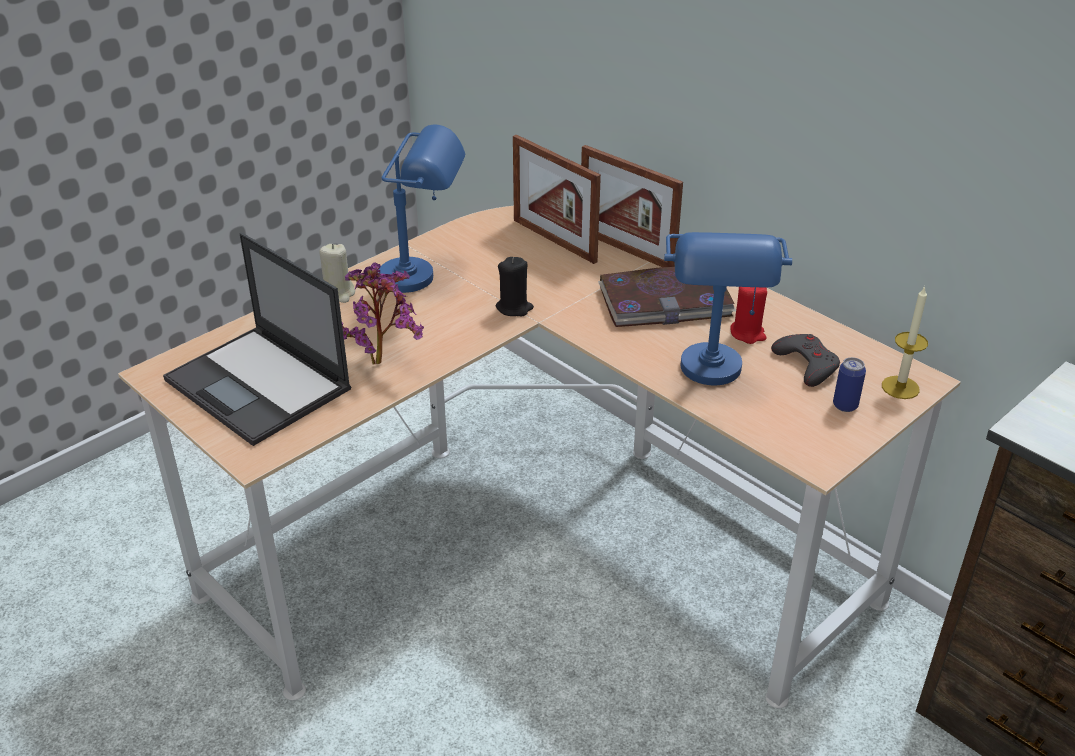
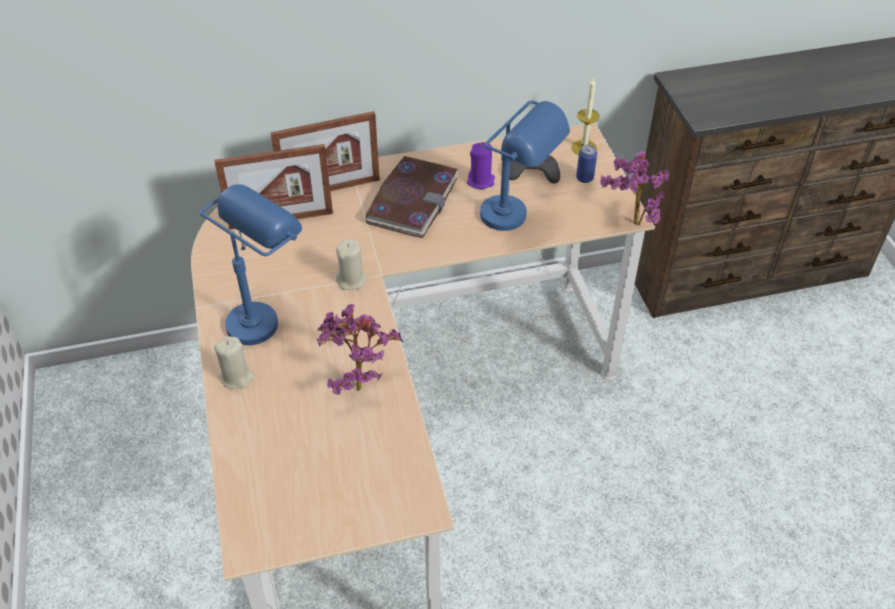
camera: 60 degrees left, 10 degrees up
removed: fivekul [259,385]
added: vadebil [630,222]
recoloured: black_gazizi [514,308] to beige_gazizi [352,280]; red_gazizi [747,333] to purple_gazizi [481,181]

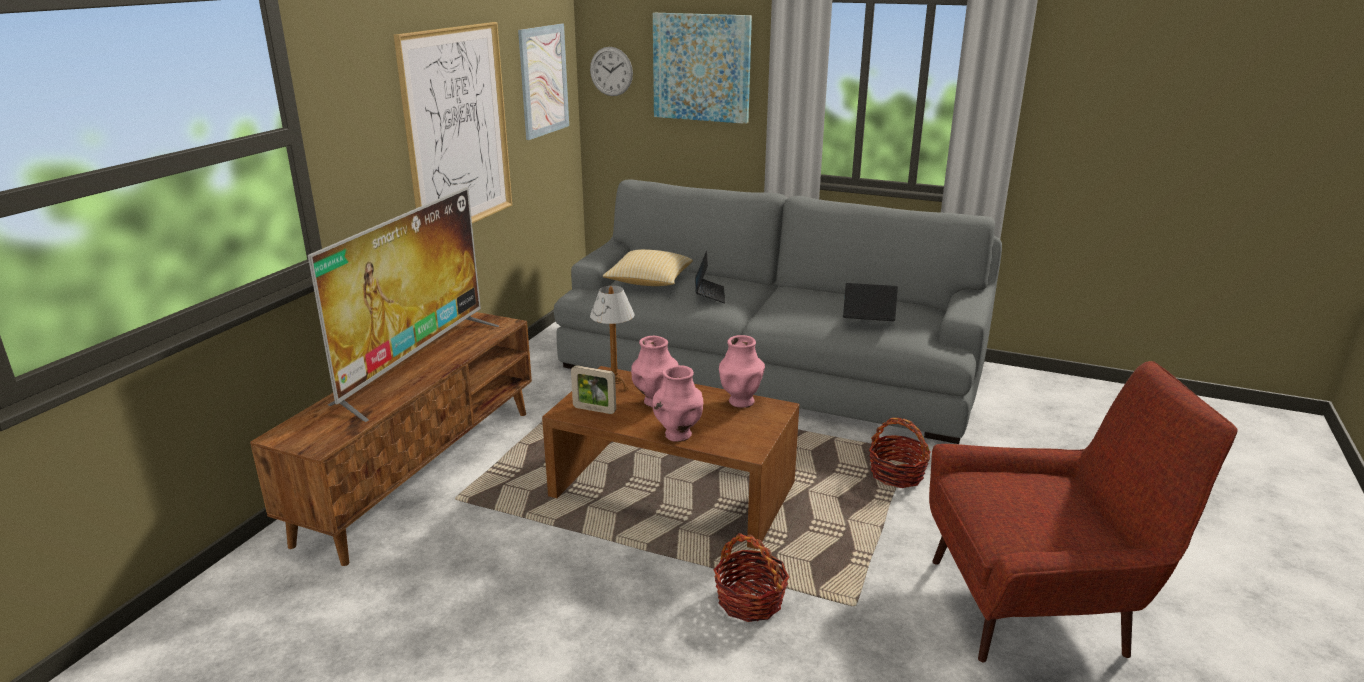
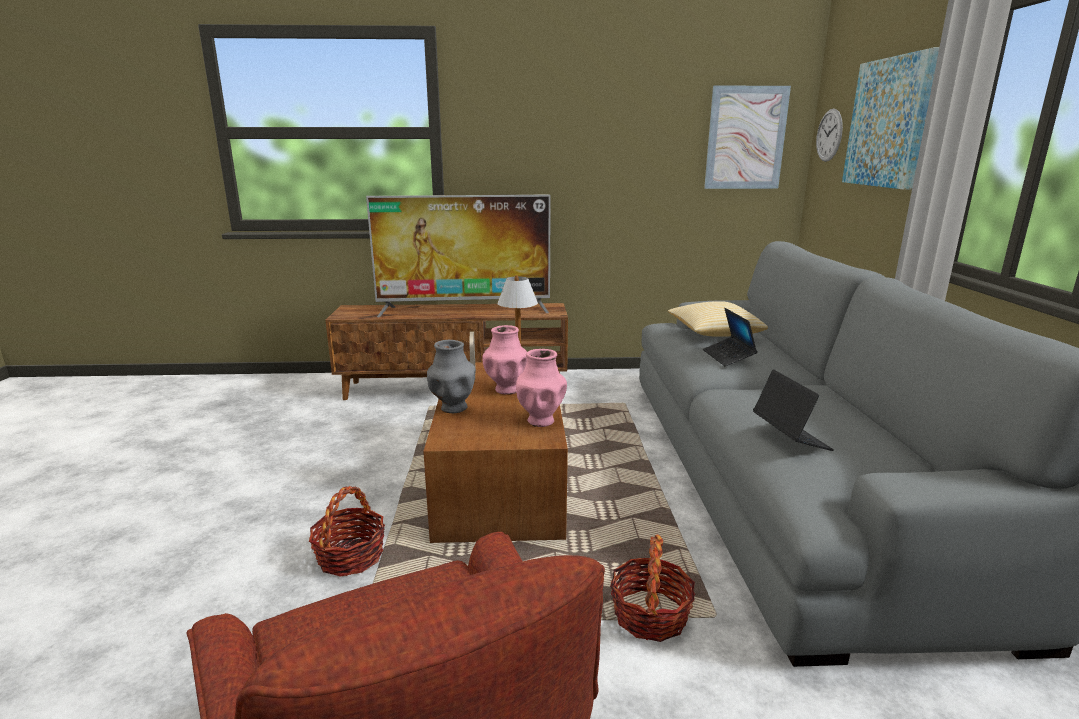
camera: 65 degrees right, 5 degrees down
removed: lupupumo [457,129]
recoloured: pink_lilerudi [678,435] to grey_lilerudi [453,408]
turned: fivekul [709,294] = [728,357] 105 degrees clockwise

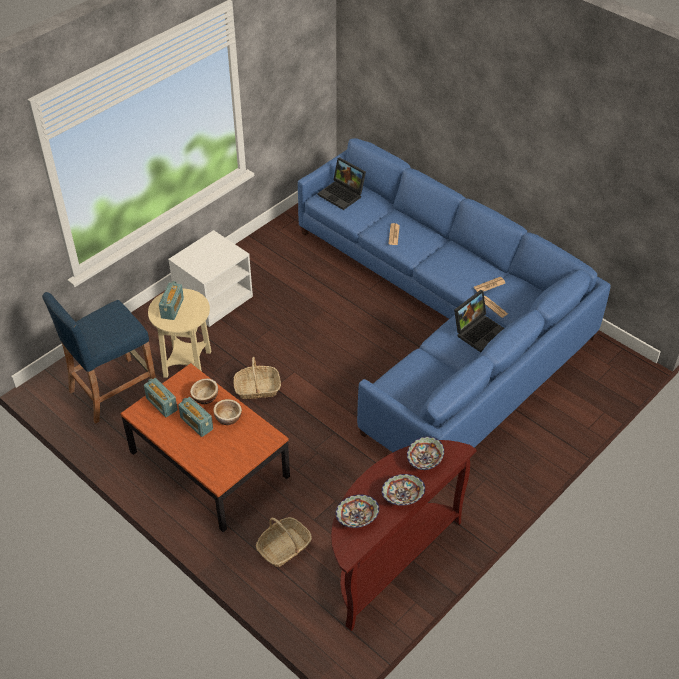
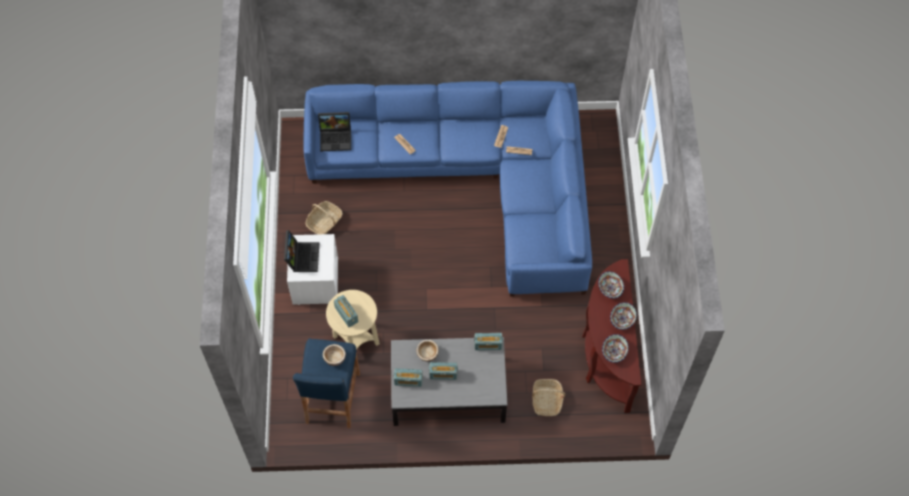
camera: 45 degrees left, 15 degrees up
added: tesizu [488,345]
moved: fivekul [478,330] to [302,256]; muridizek [257,388] to [324,222]; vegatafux [228,418] to [334,358]
recoloured: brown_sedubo [209,464] to grey_sedubo [448,390]

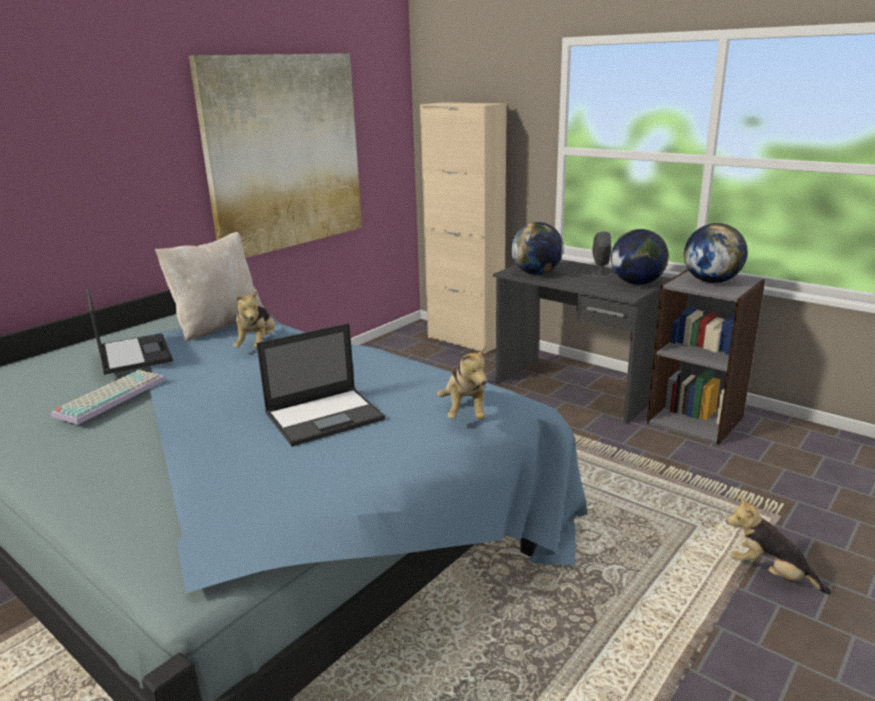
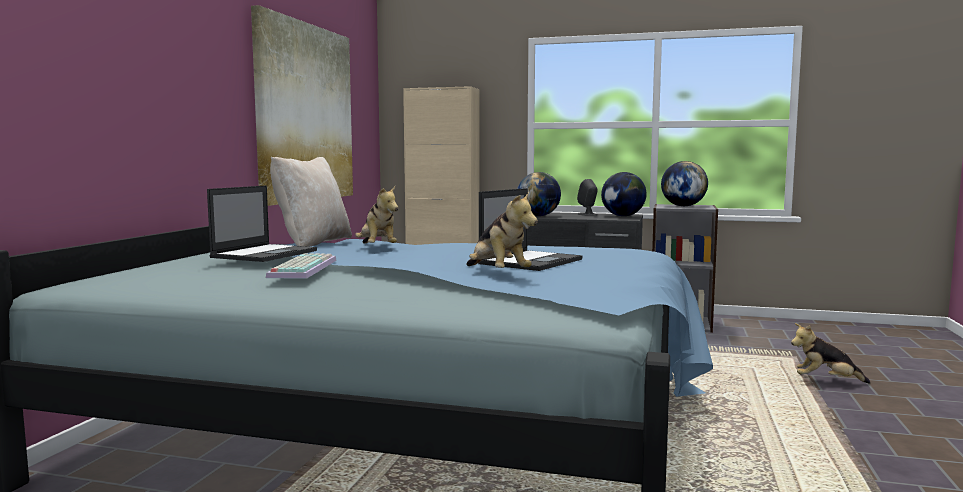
camera: 25 degrees left, 15 degrees down
moved: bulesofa [465,412] to [498,273]
turned: fivekul [134,354] = [265,254] 75 degrees clockwise

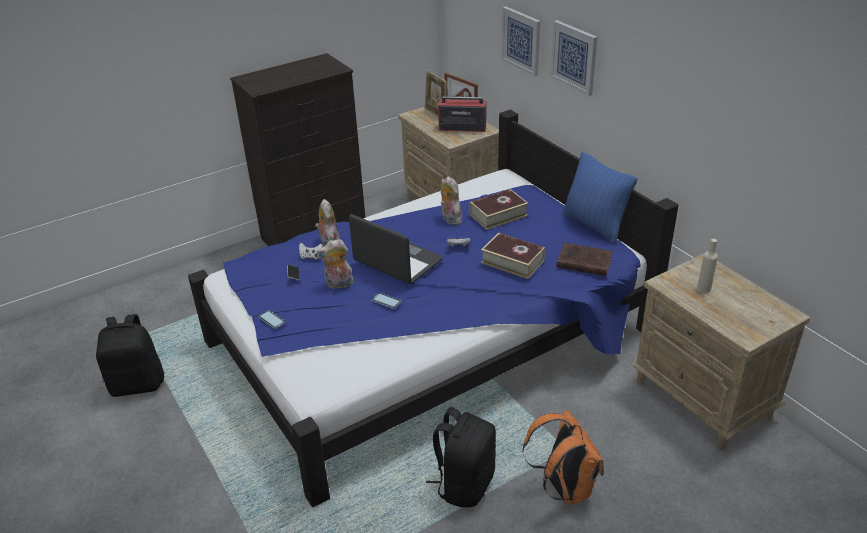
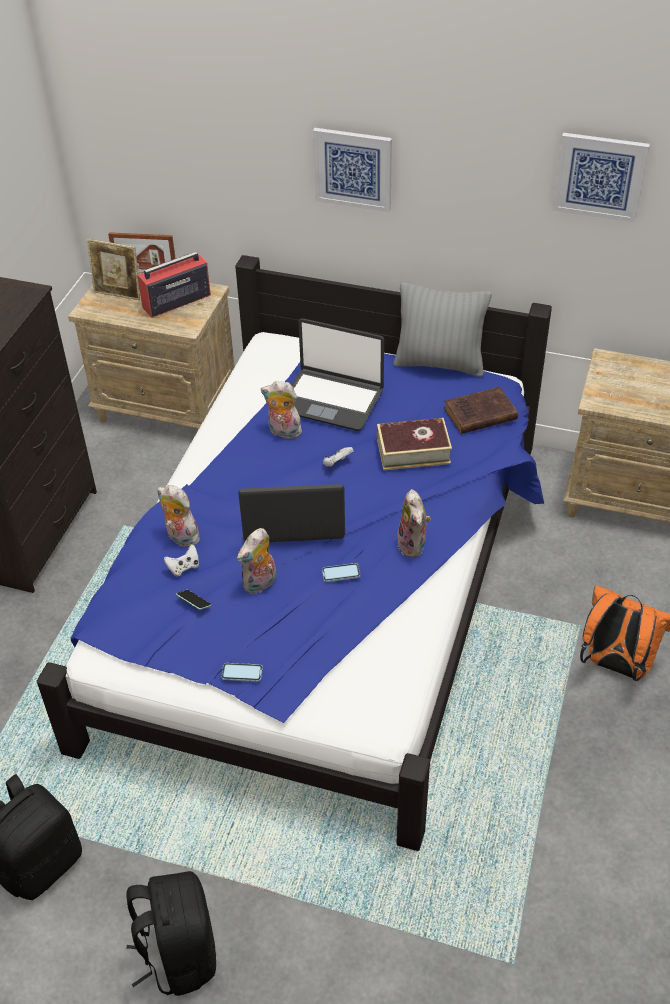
camera: 40 degrees left, 10 degrees up
removed: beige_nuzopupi [704,288]
added: bulesofa [414,545]
moved: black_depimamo [464,484] to [179,954]; lupupumo [521,40] to [600,176]
replaced: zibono [498,215] to fivekul [331,400]
recoloured: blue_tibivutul [594,225] to grey_tibivutul [439,363]

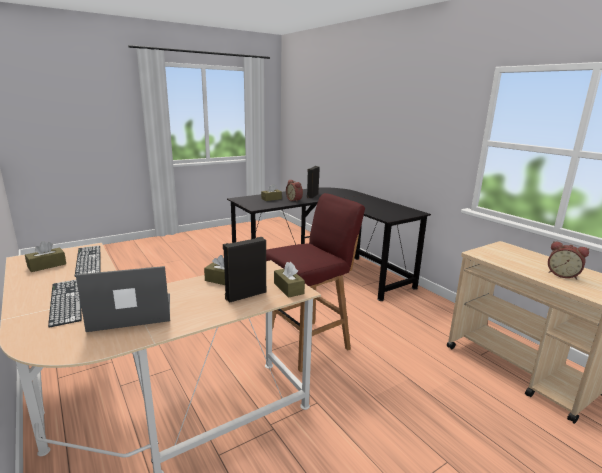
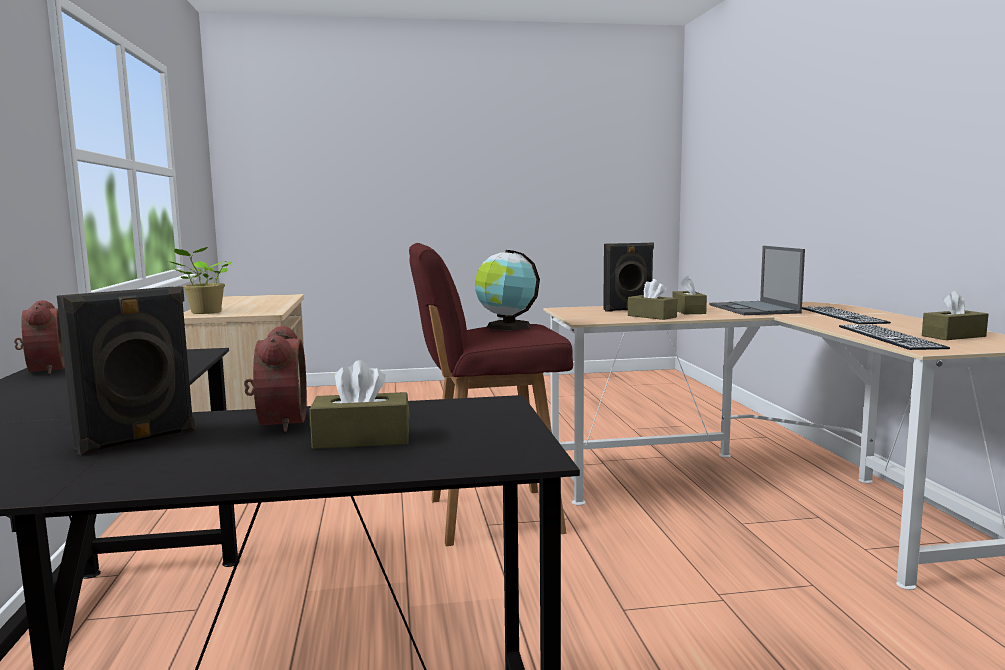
camera: 155 degrees left, 10 degrees down
added: vadebil [204,312]; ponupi [506,327]
moved: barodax [562,274] to [42,370]; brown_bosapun [288,288] to [688,311]
turned: fivekul [130,312] = [754,309] 75 degrees clockwise

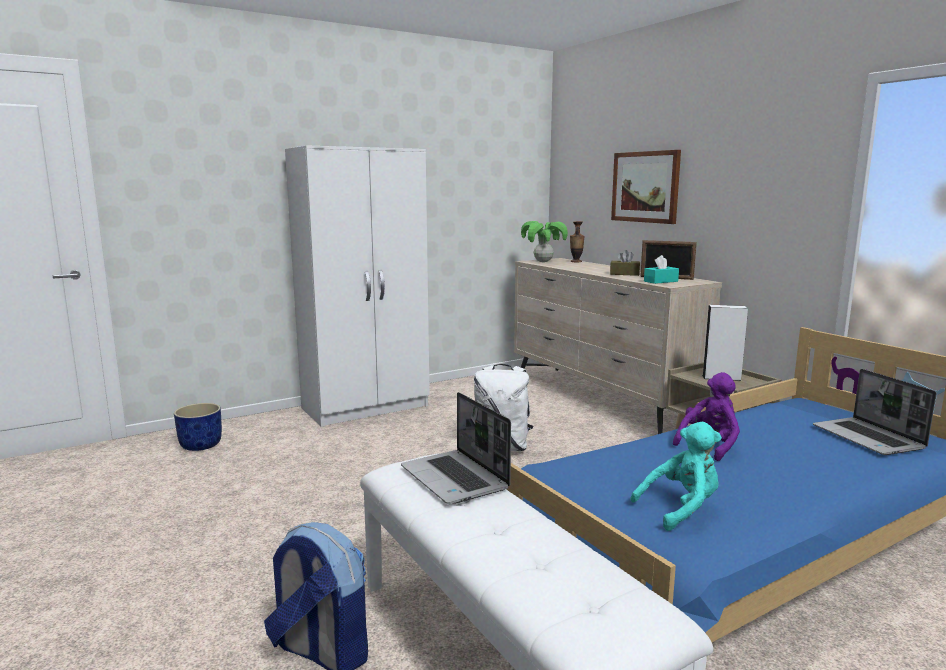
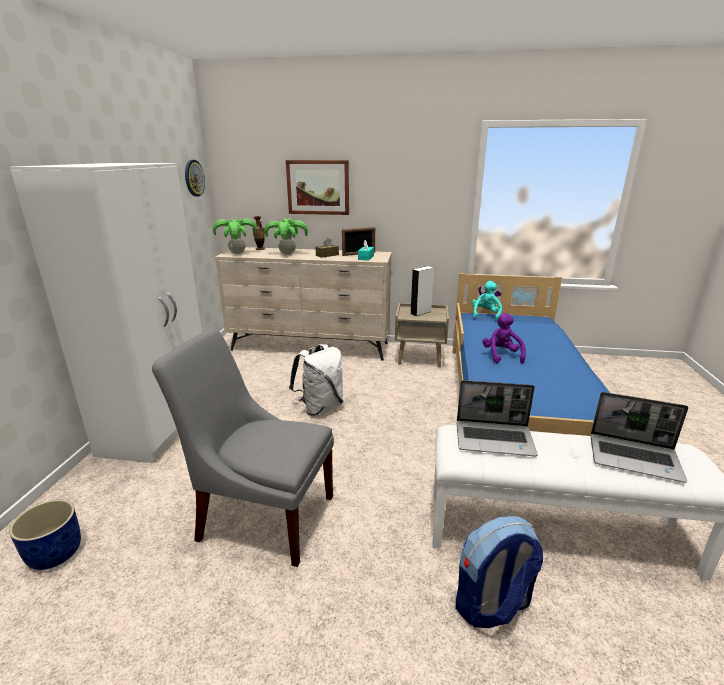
camera: 50 degrees left, 10 degrees up
added: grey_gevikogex [262,514]; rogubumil [194,178]; vadebil [287,254]
moved: turquoise_bulesofa [681,509] to [485,315]; fivekul [869,438] to [635,458]

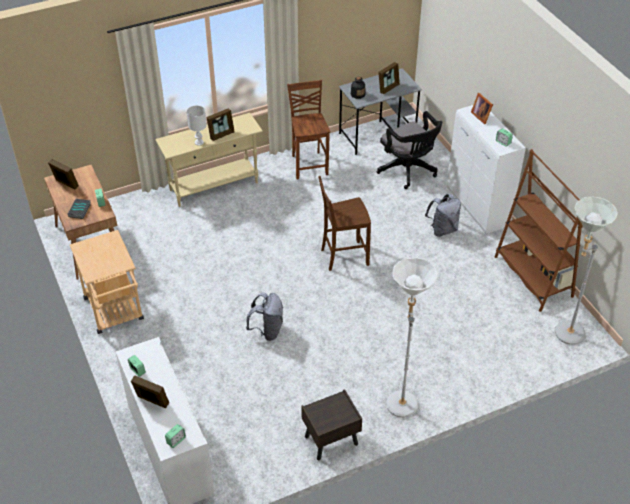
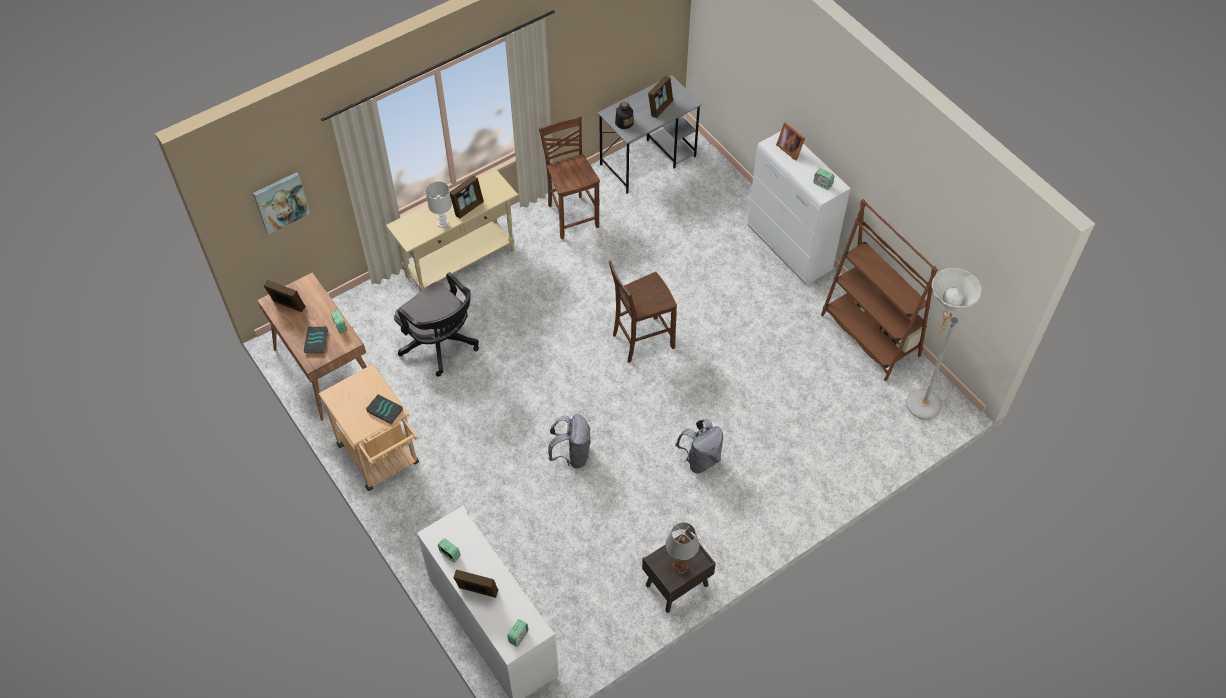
camera: 10 degrees left, 10 degrees up
removed: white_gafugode [401,398]
added: lupupumo [281,202]; zibono [384,411]; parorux [680,567]
moved: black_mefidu [408,171] to [441,345]; grey_depimamo [442,229] to [700,459]

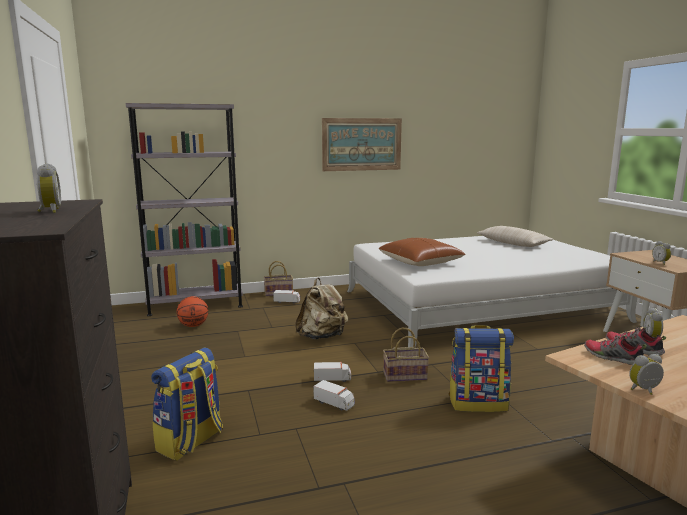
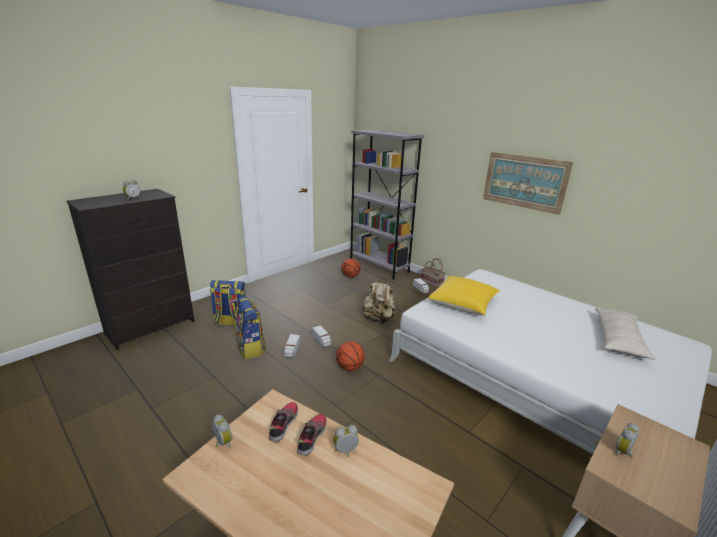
camera: 60 degrees right, 10 degrees up
moved: depimamo [478,403] to [251,348]
replaced: muridizek [406,375] to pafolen [350,367]
recoloured: brown_tibivutul [420,262] to yellow_tibivutul [463,303]

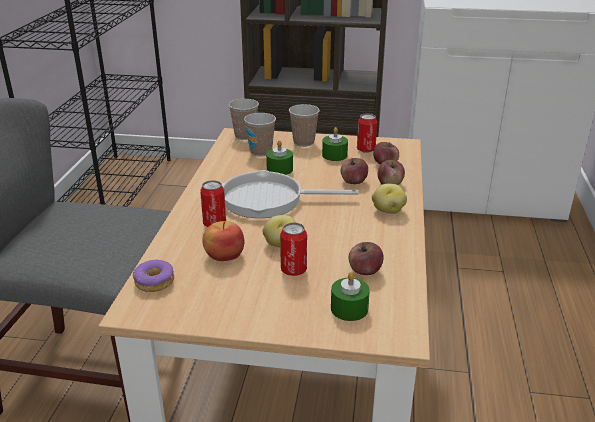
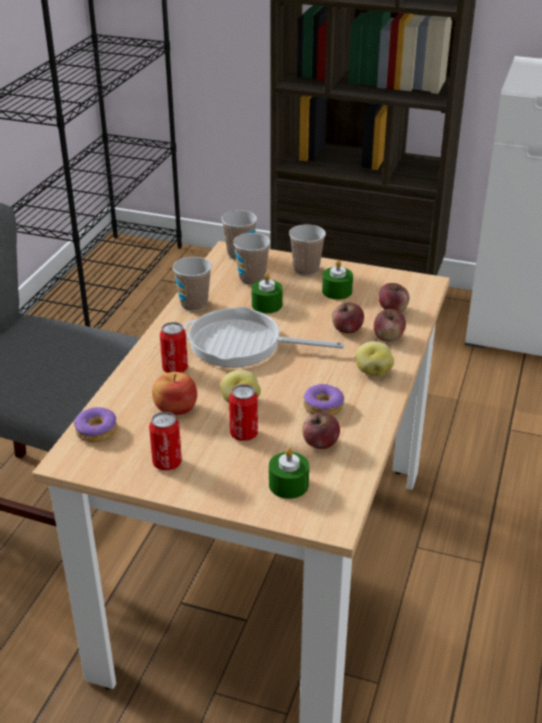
camera: 10 degrees right, 5 degrees up
added: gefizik [194,304]; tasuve [323,406]
moved: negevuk [366,150] to [167,463]

